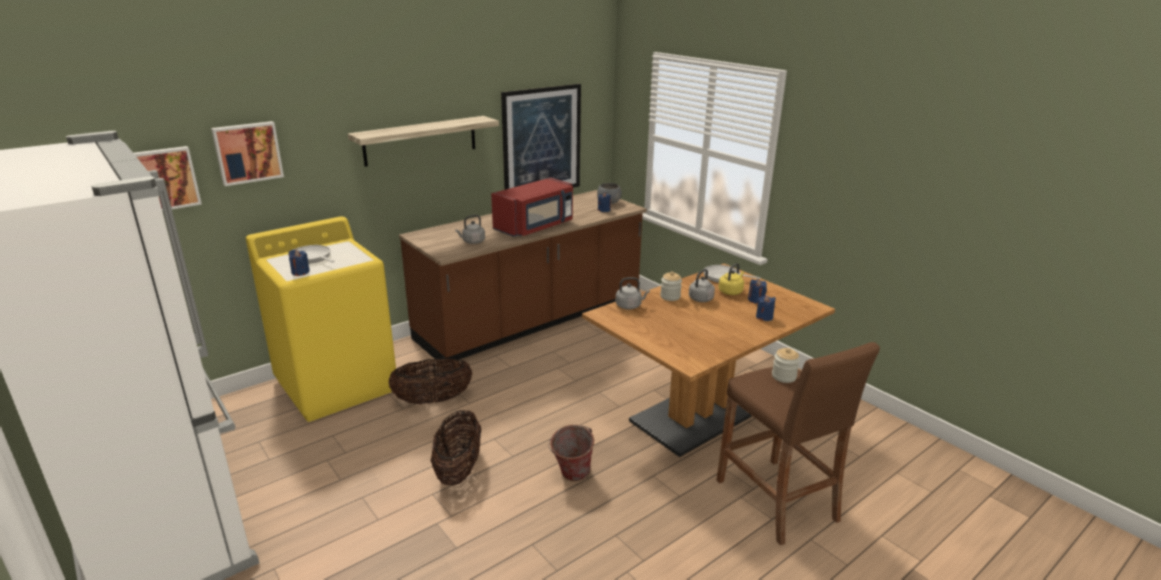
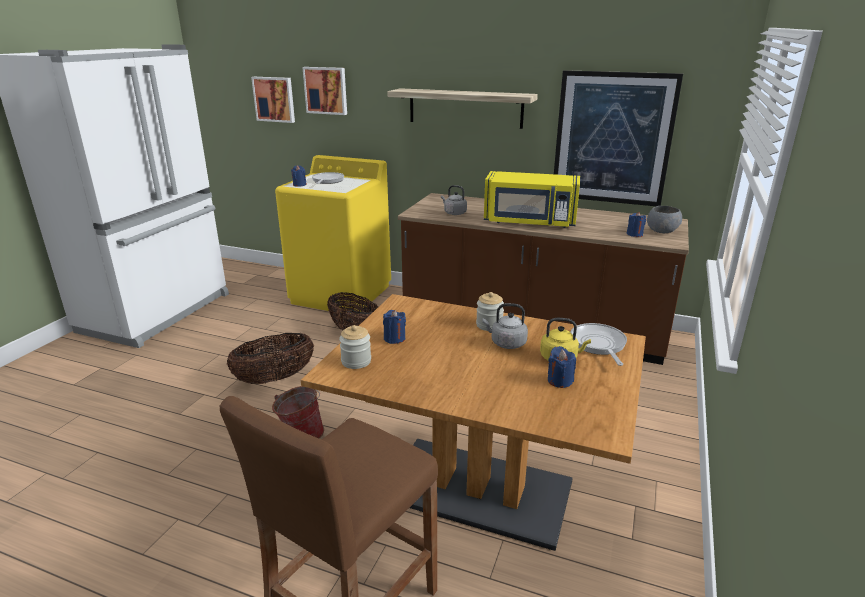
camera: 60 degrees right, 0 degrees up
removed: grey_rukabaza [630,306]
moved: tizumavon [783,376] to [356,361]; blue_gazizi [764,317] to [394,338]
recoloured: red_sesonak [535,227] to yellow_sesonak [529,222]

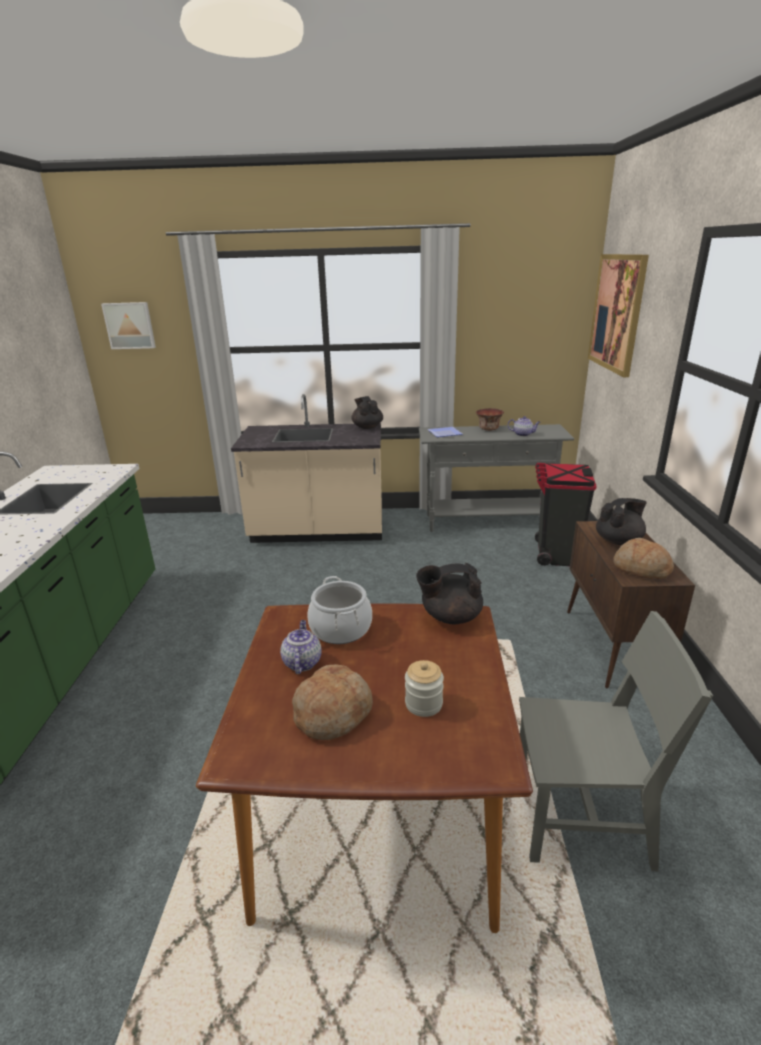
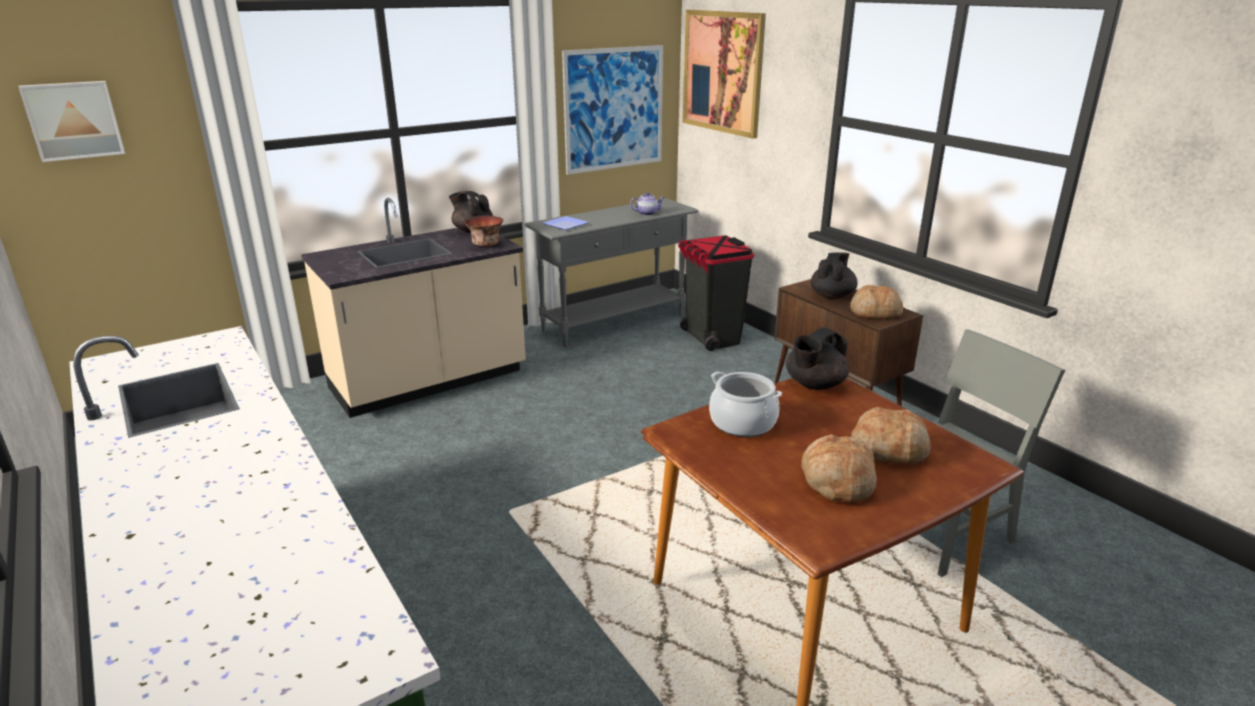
camera: 35 degrees left, 0 degrees up
removed: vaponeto [301,662]
added: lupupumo [614,109]
moved: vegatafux [489,429] to [486,245]
replaced: tizumavon [423,704] to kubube [889,449]

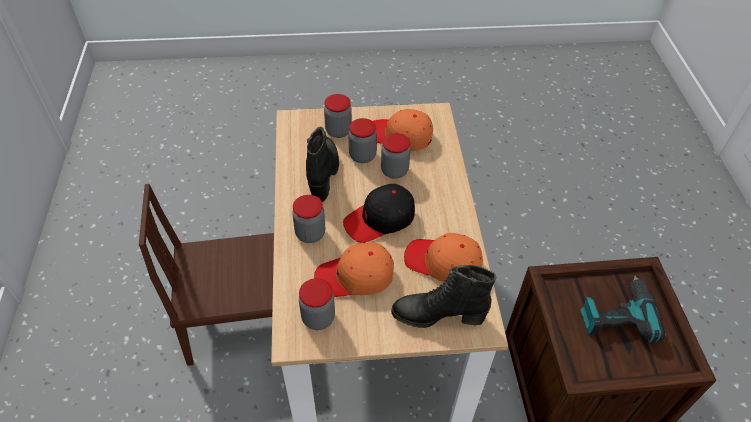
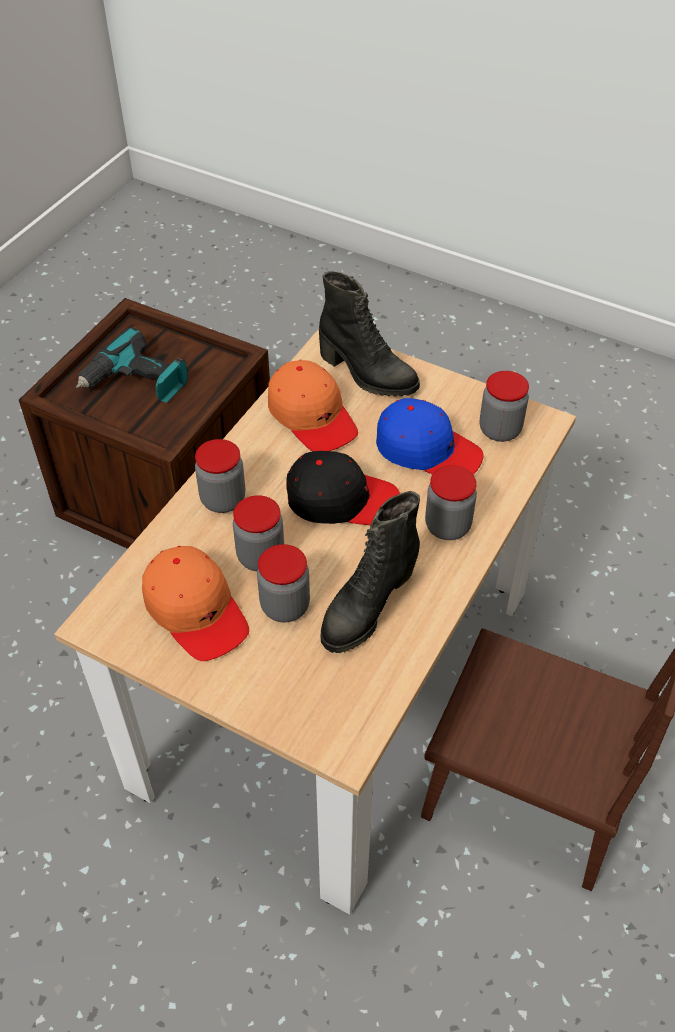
camera: 145 degrees left, 0 degrees up
moved: tizumavon [338,131] to [223,499]
recoloured: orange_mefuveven [355,277] to blue_mefuveven [427,450]

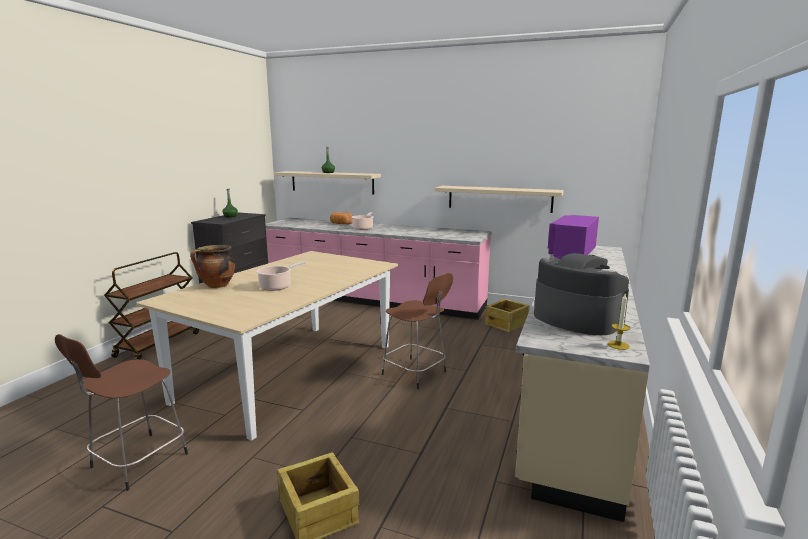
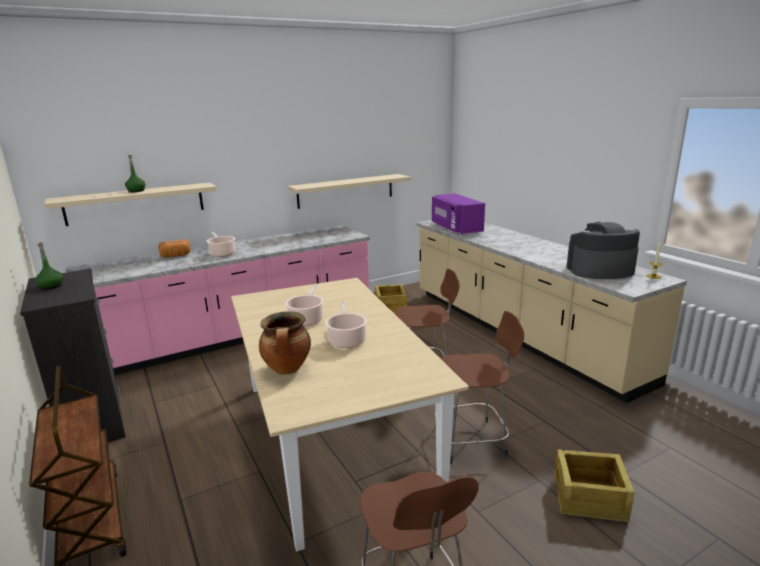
camera: 50 degrees left, 5 degrees up
added: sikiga [306,319]; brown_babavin [472,441]

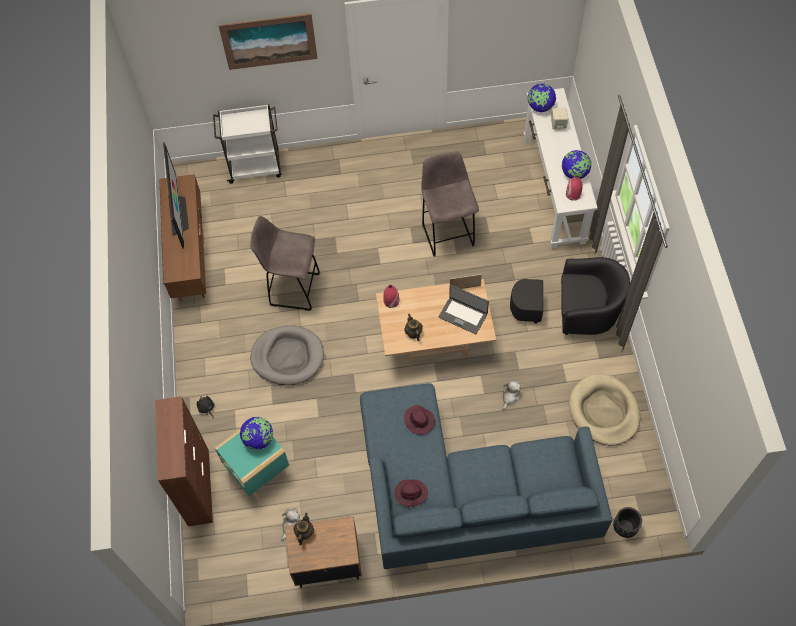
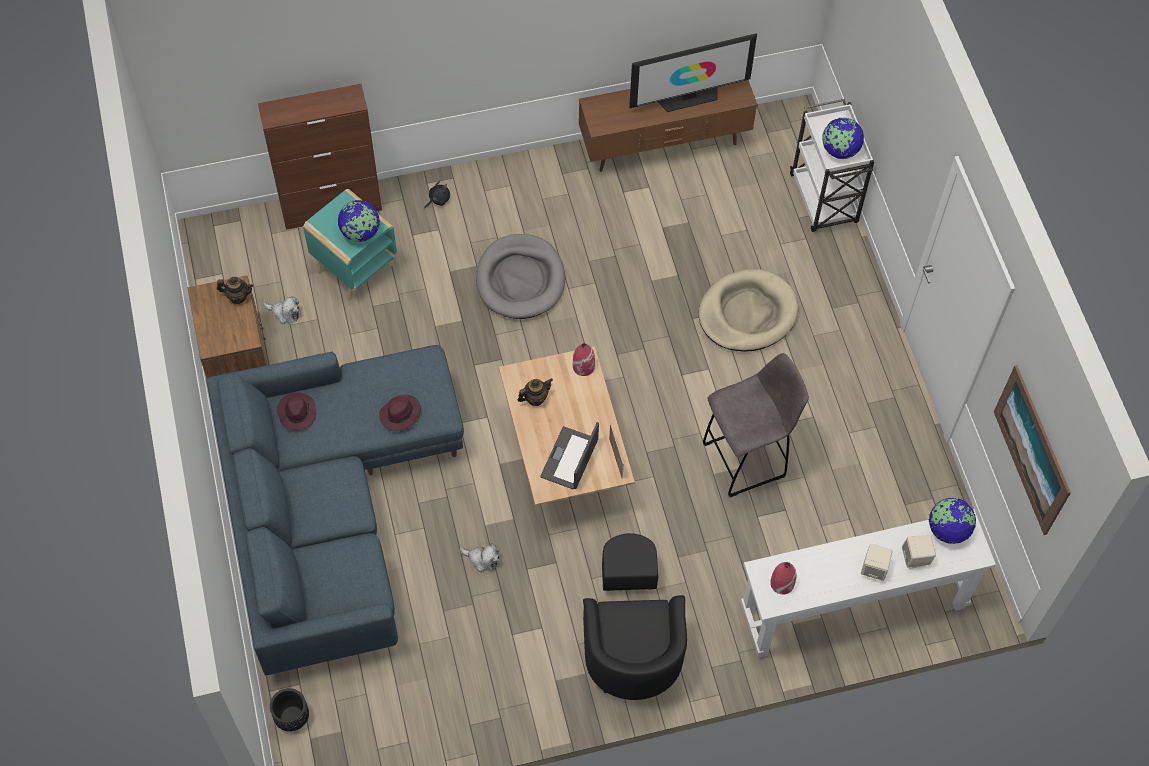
camera: 80 degrees right, 0 degrees up
removed: grey_babavin [293,289]
added: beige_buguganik [874,568]
moved: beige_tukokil [604,411] to [747,313]; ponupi [574,173] to [840,150]; lupupumo [269,41] to [1032,450]

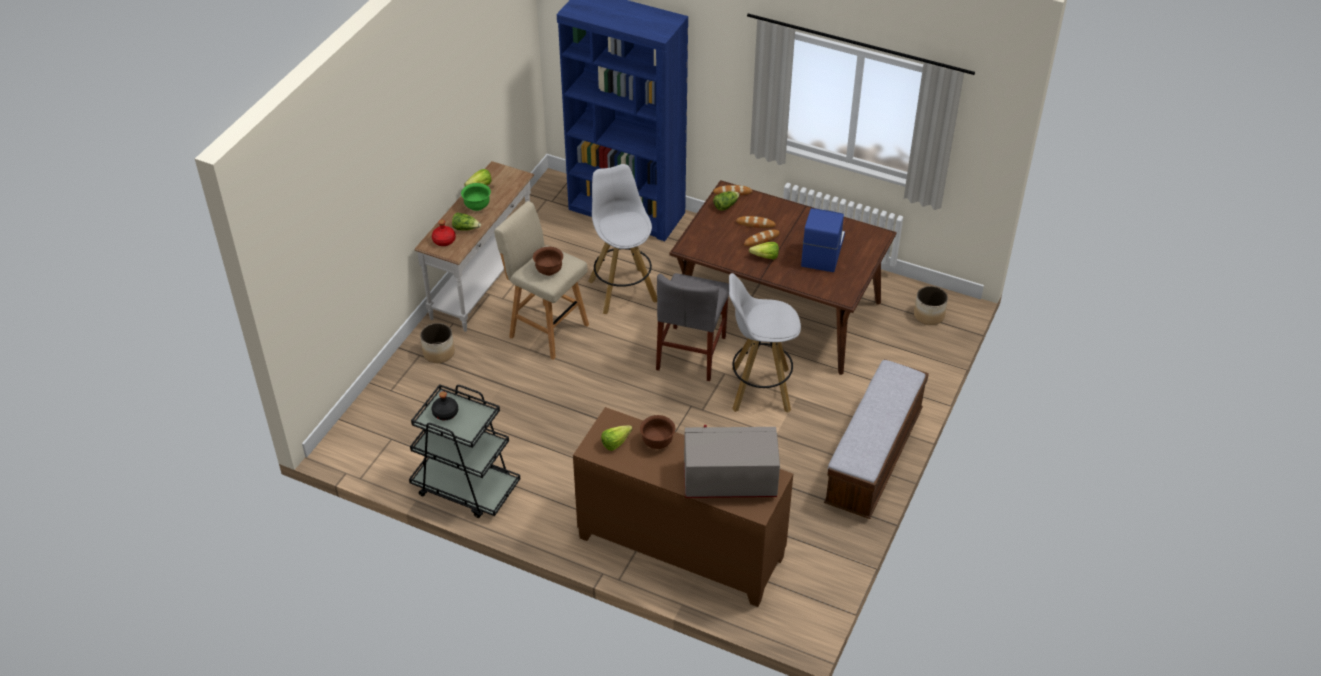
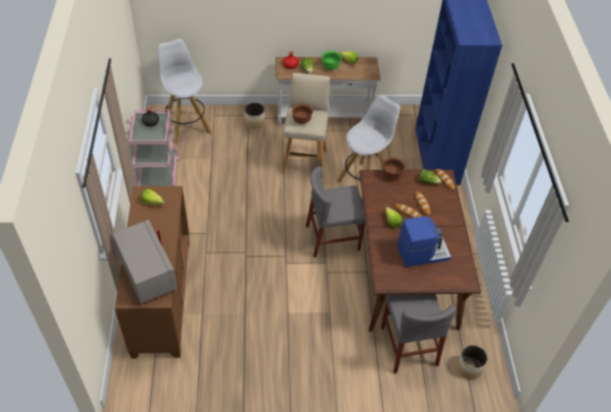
camera: 60 degrees right, 5 degrees up
removed: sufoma [873,458]
added: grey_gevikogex [408,346]
moved: white_babavin [759,389] to [186,126]; brown_vegatafux [657,442] to [392,175]
recoloured: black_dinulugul [465,488] to pink_dinulugul [158,176]

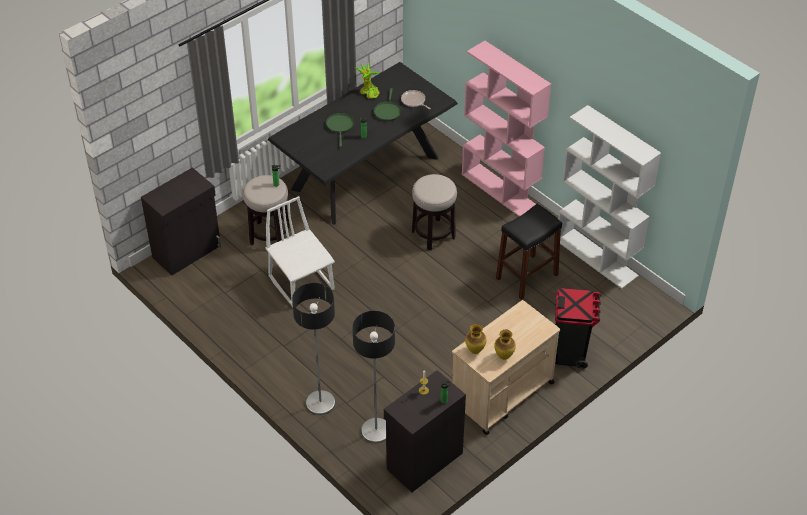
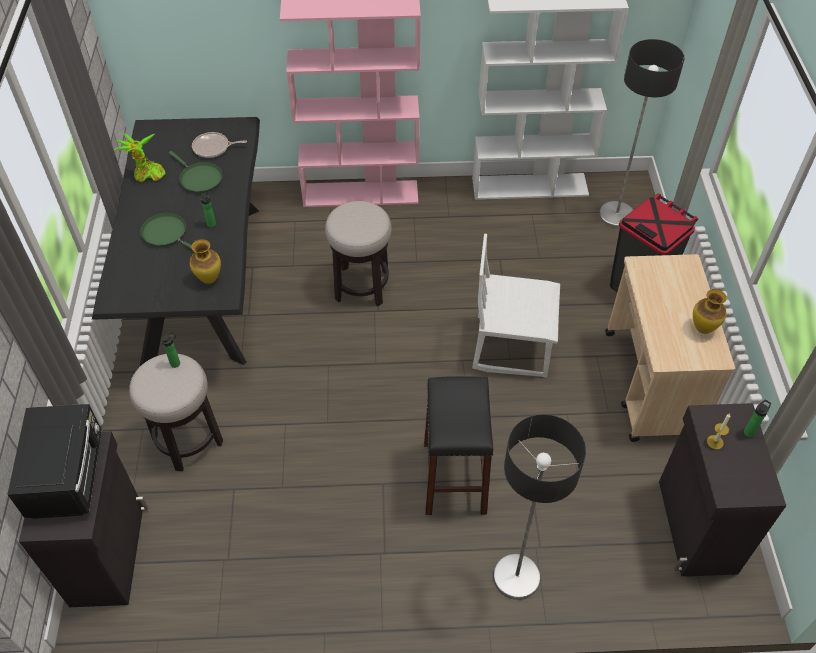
camera: 50 degrees left, 5 degrees up
added: black_sesonak [68,475]
moved: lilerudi [475,351] to [210,279]; black_babavin [527,276] to [454,477]; white_gevikogex [302,283] to [511,345]; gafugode [376,431] to [617,215]

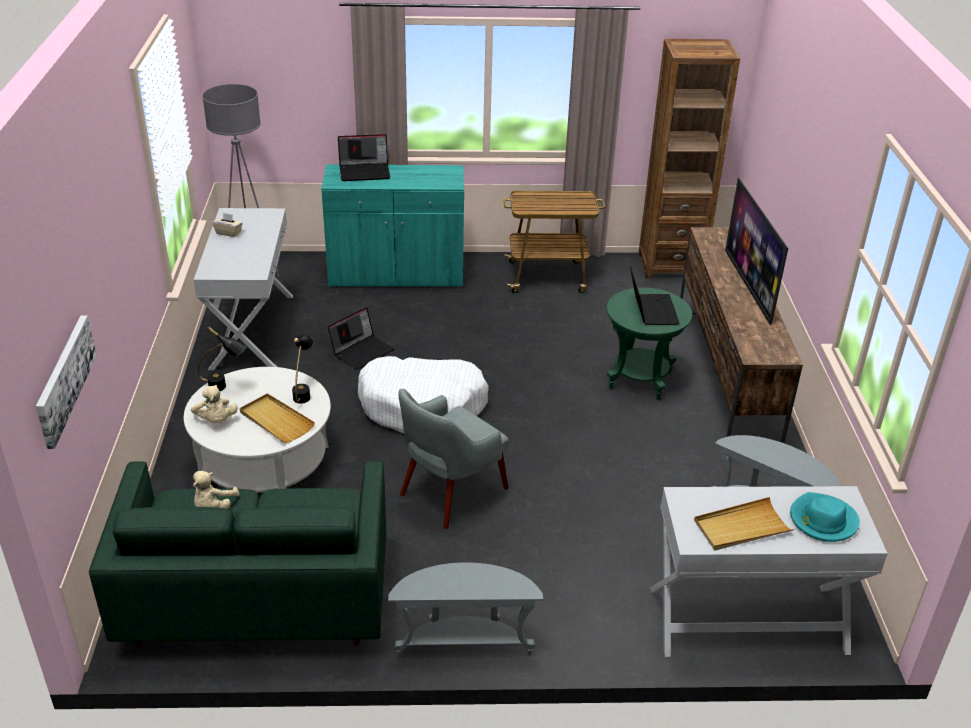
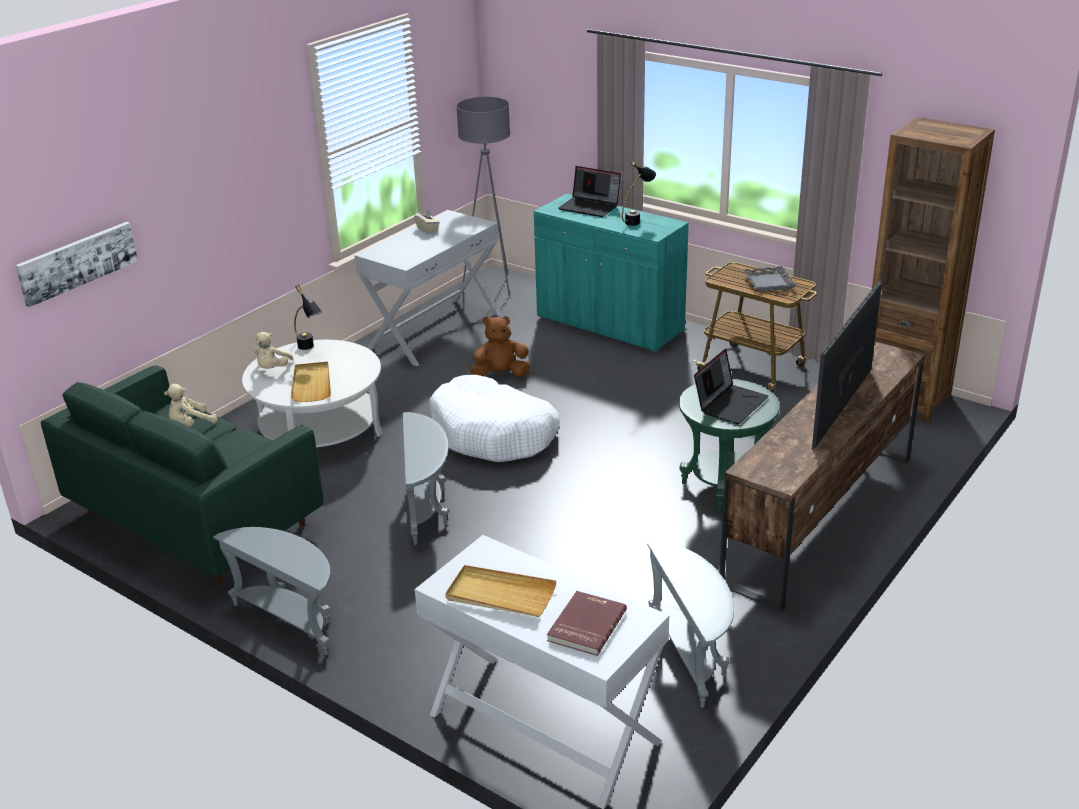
camera: 40 degrees right, 5 degrees down
added: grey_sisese [769,282]
moved: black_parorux [303,393] to [637,220]
replaced: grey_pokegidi [451,492] to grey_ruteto [427,508]; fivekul [362,351] to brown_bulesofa [500,375]; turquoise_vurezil [822,520] to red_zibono [585,625]

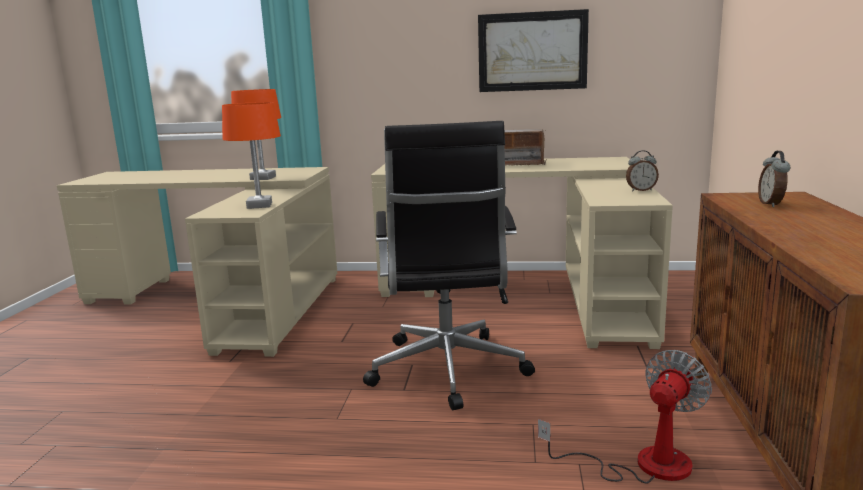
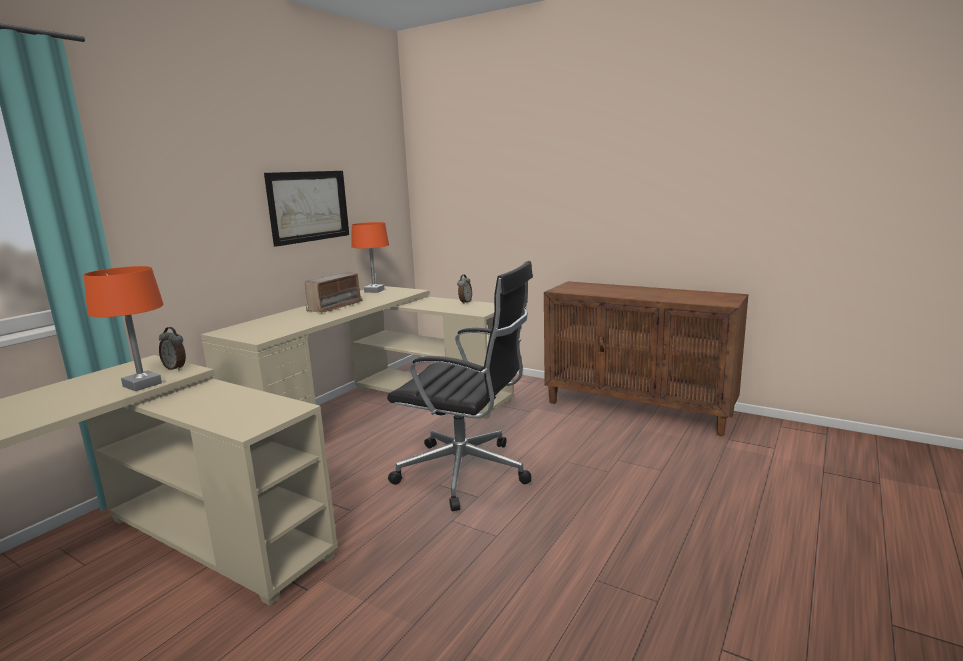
camera: 65 degrees left, 0 degrees up
removed: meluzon [643,464]
moved: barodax [771,204] to [176,368]; orange_parorux [259,205] to [374,291]

